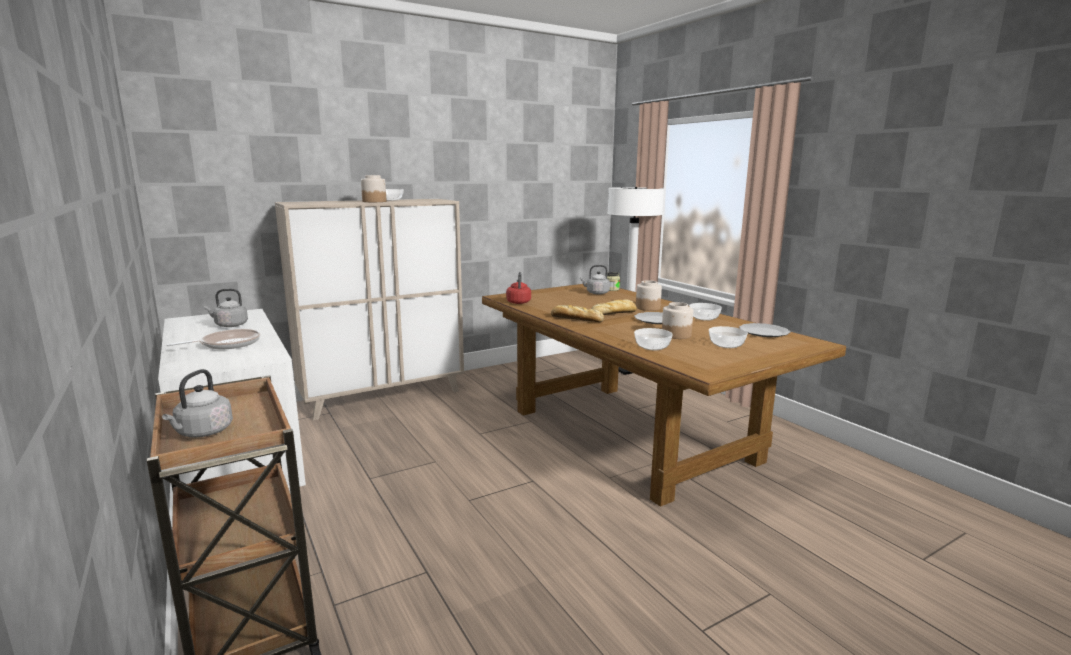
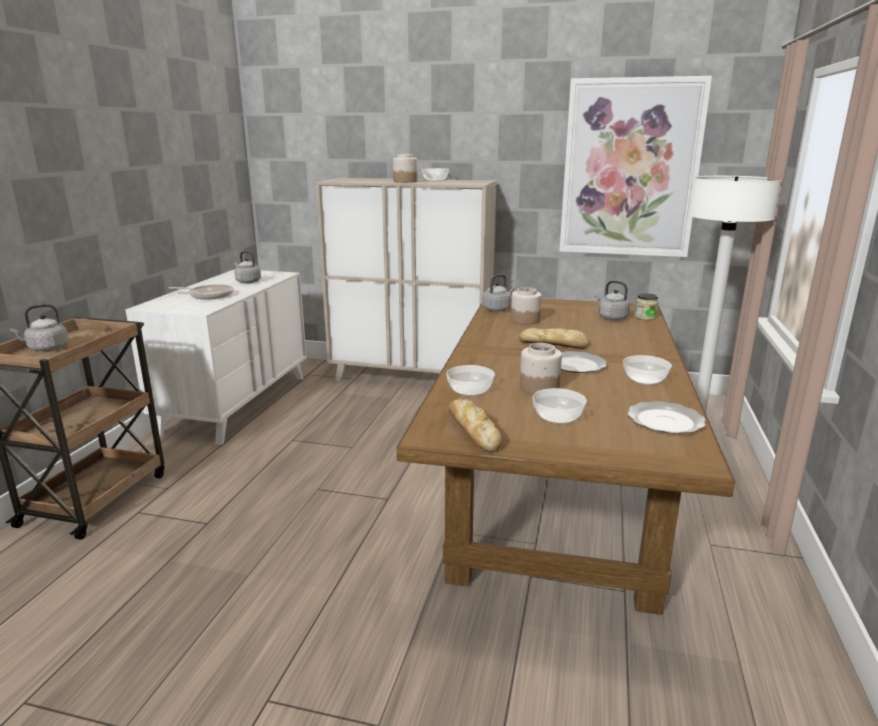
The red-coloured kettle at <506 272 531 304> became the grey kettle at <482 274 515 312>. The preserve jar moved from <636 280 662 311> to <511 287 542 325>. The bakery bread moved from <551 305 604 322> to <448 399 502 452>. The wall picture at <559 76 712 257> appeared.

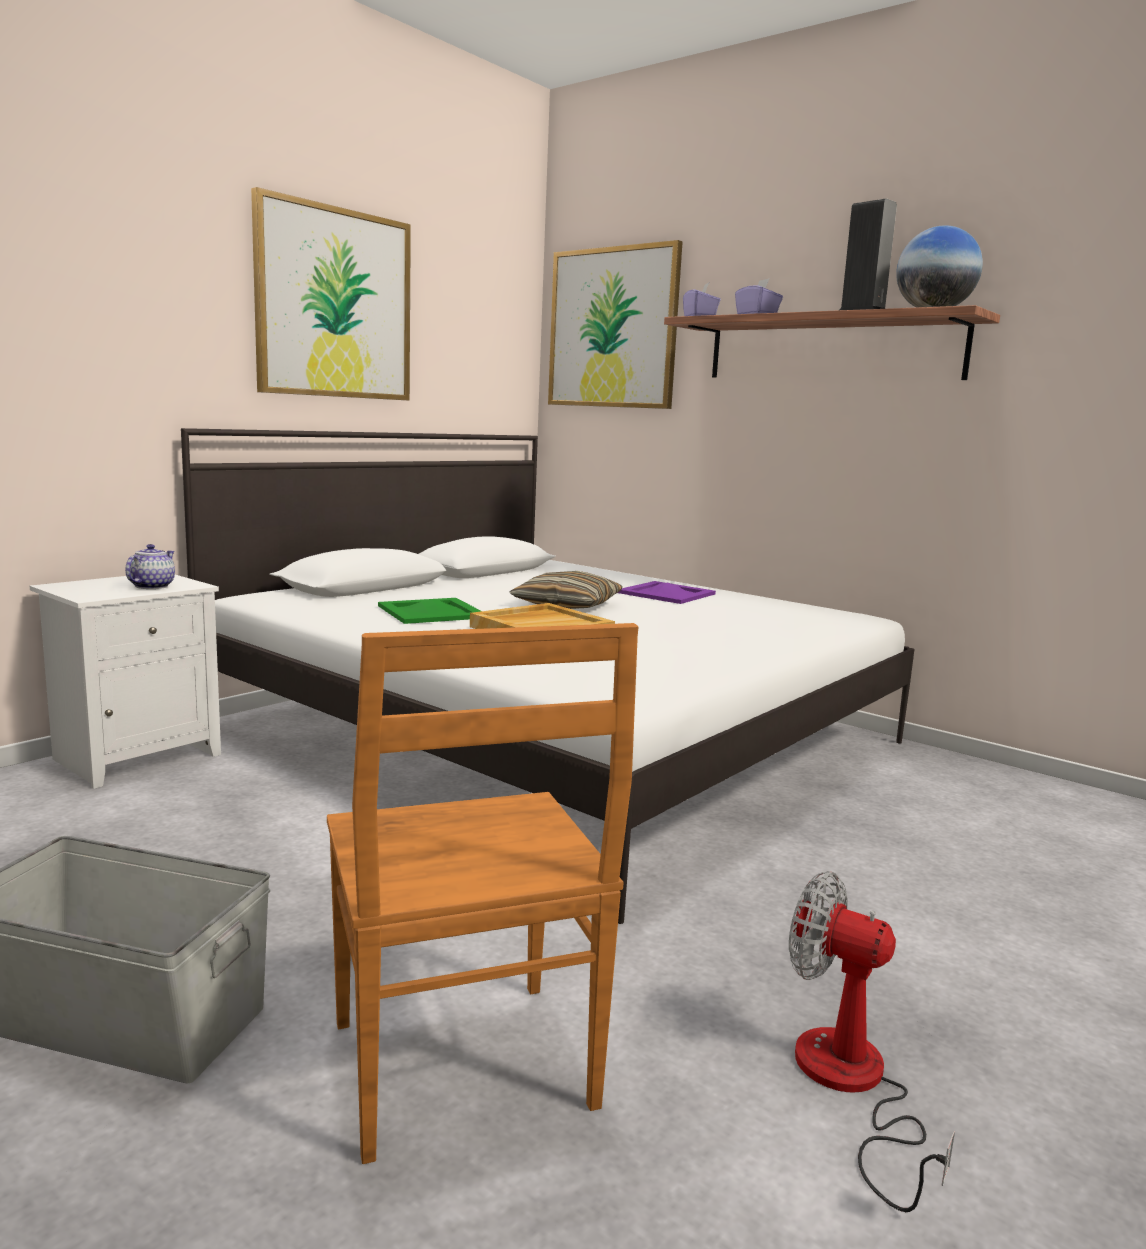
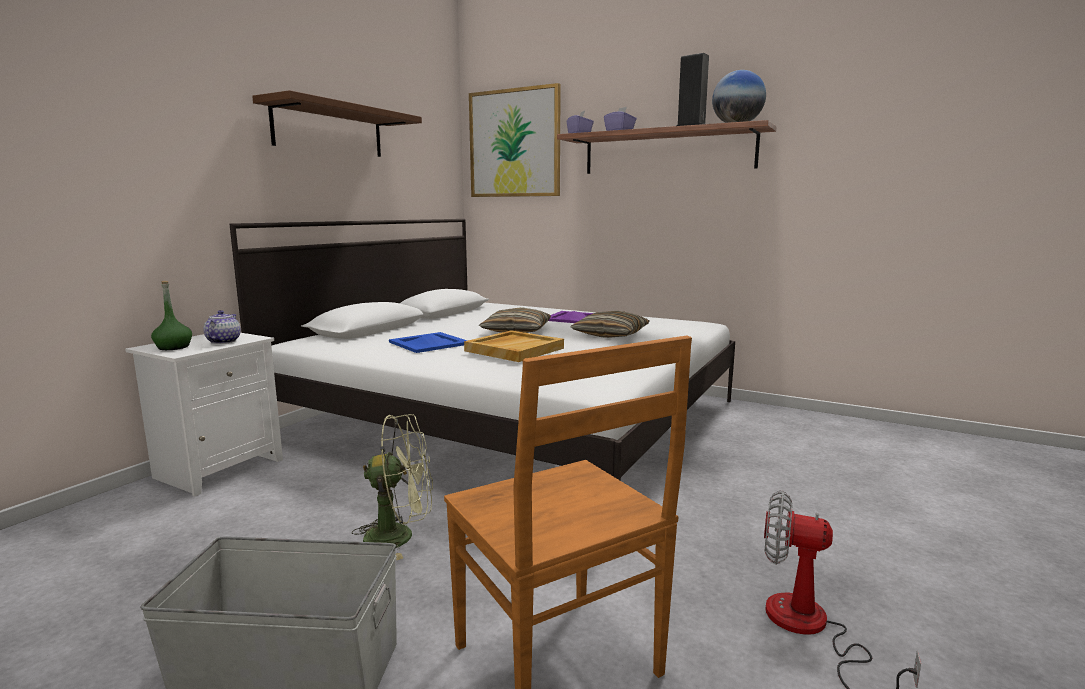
The wall picture at <251 187 411 400> was replaced by the brownish bracket shelf at <252 90 422 157>. The green-coloured tray at <378 598 481 624> became the blue-coloured tray at <389 332 467 353>. The green-coloured bottle at <151 281 192 350> appeared. The cushion at <570 311 649 338> appeared. The green-coloured fan at <352 414 433 560> appeared.

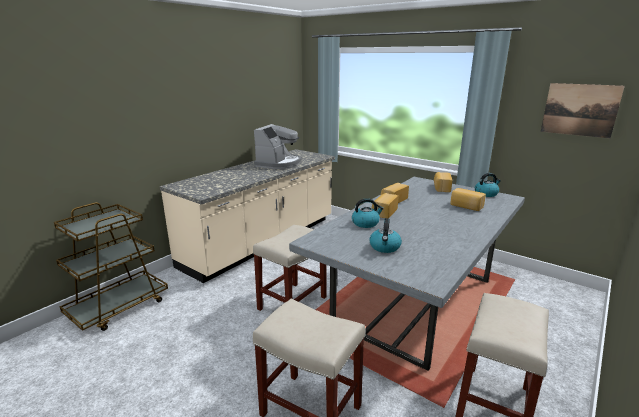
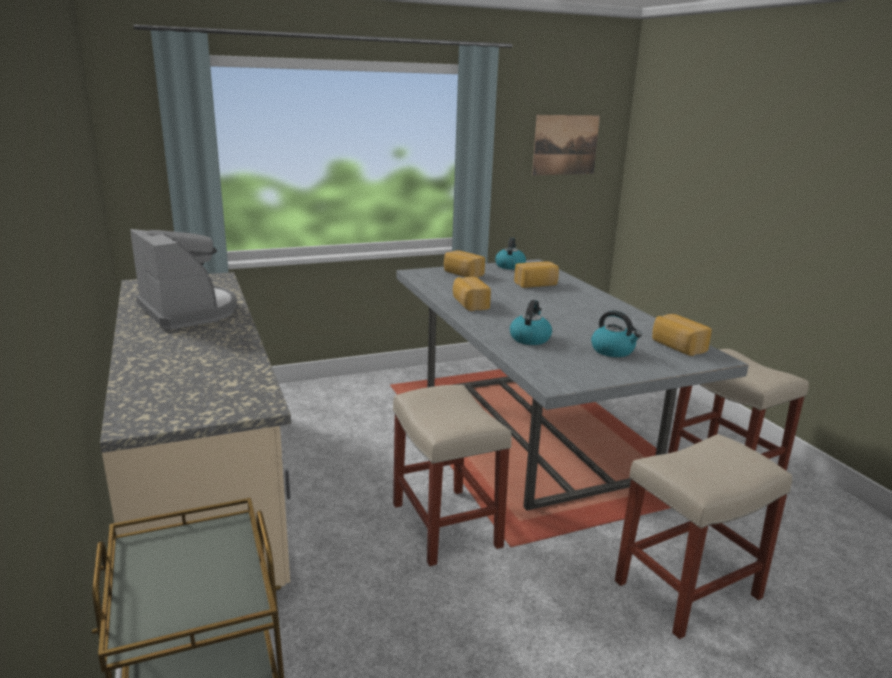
The bakery bread moved from <372 193 399 218> to <652 314 712 356>.

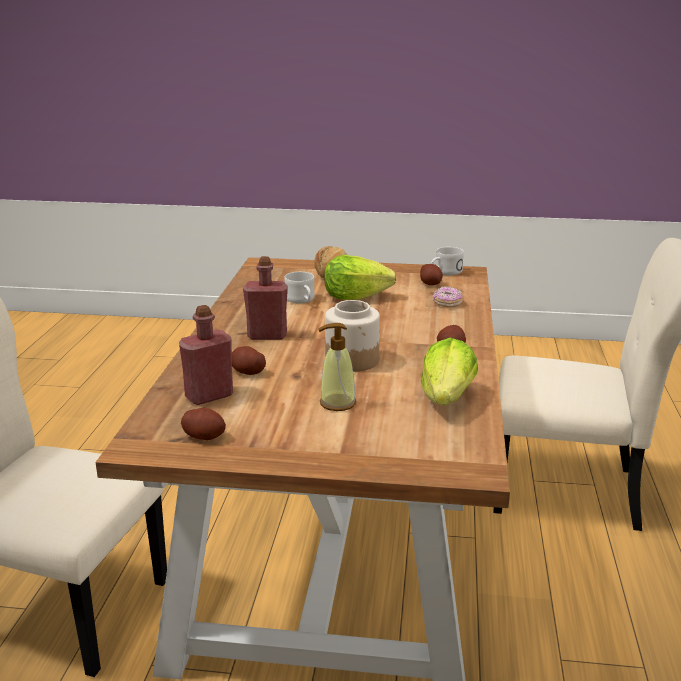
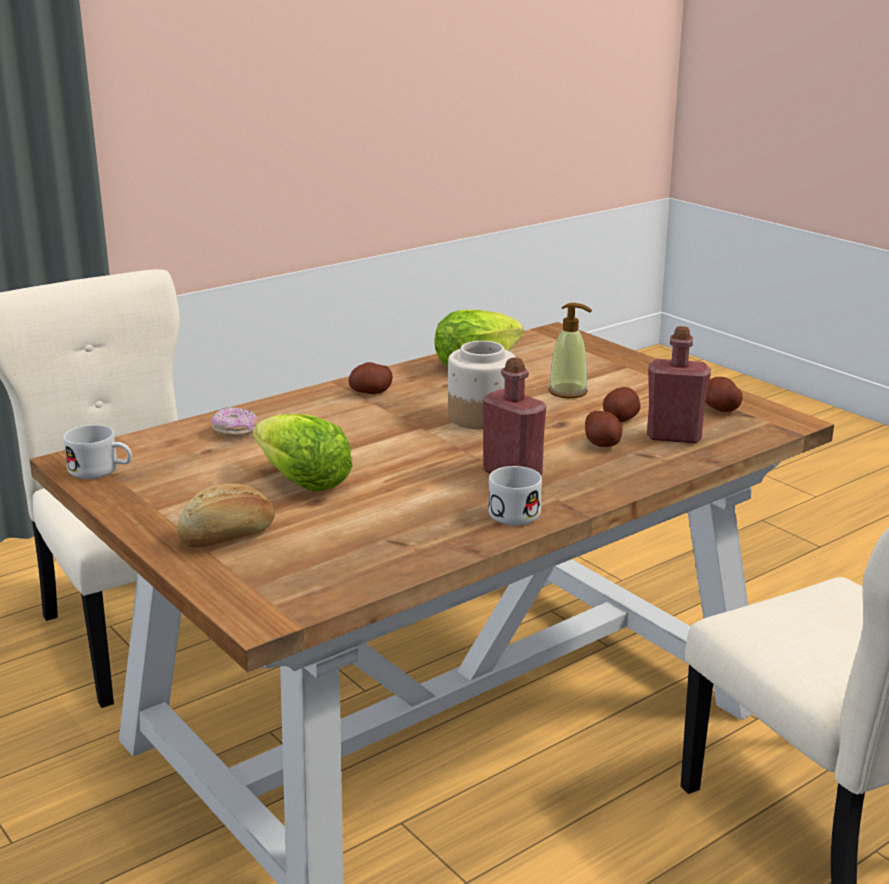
The potato moved from <420 264 443 285> to <603 387 640 422>. The white tea mug moved from <284 272 315 303> to <488 466 542 526>.

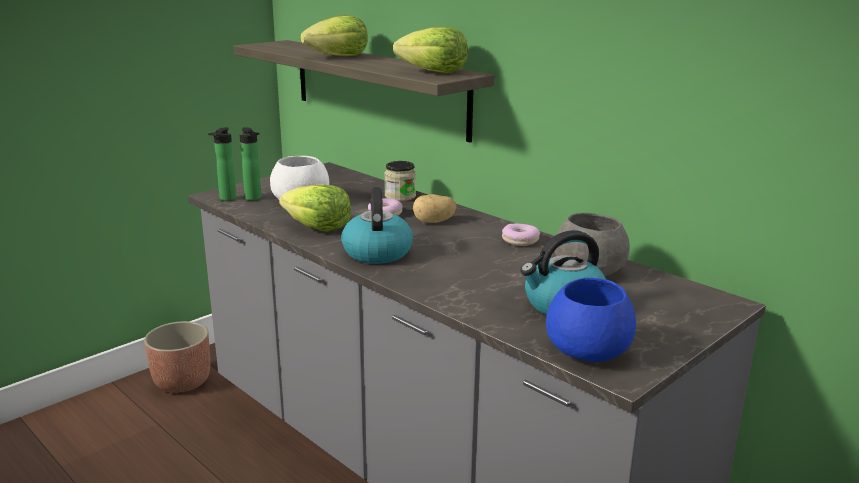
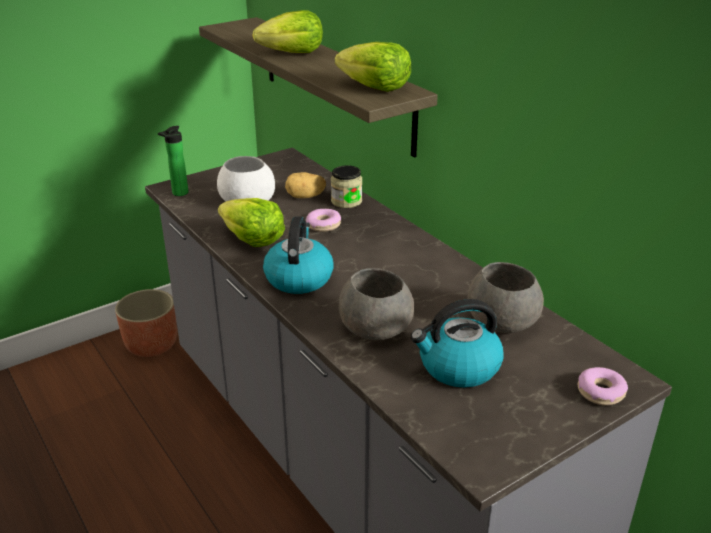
The bottle at <240 127 261 200> disappeared. The potato moved from <413 194 456 223> to <285 172 326 198>. The ring doughnut moved from <502 224 540 246> to <578 367 628 406>. The blue-coloured bowl at <546 278 636 362> disappeared. The grey bowl at <339 268 414 340> appeared.

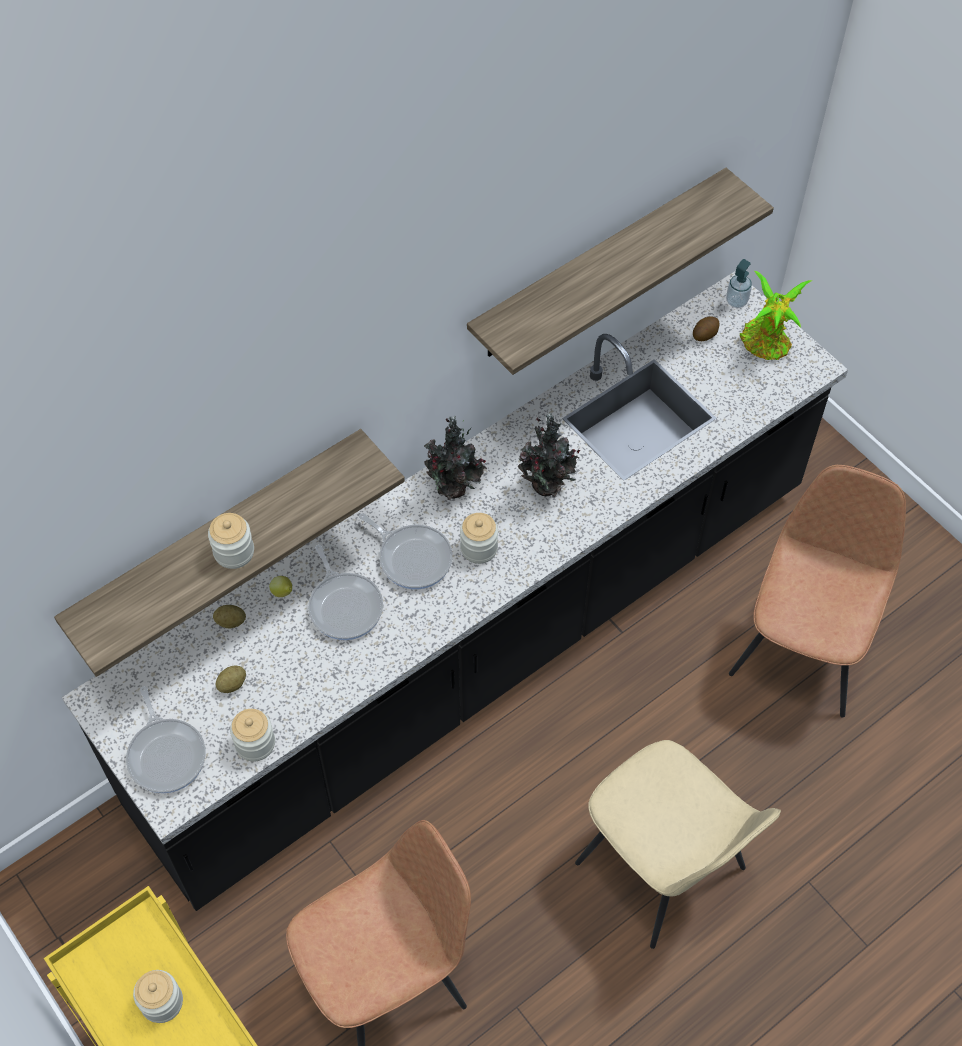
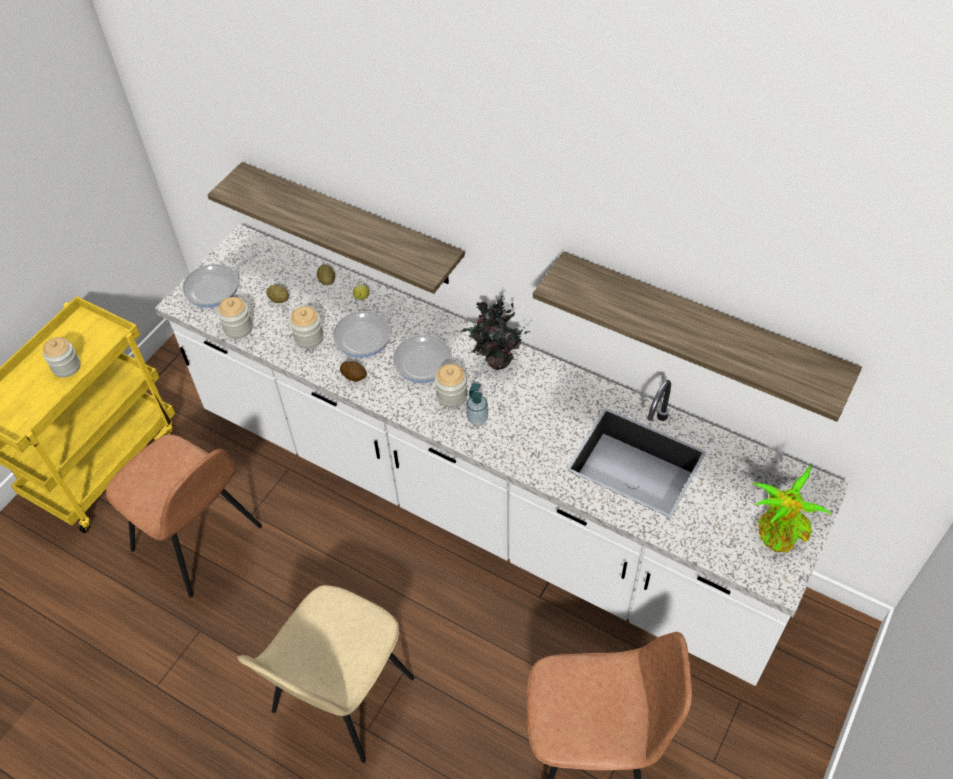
The soap dispenser moved from <726 259 752 308> to <466 383 488 426>. The black counter at <62 271 848 911> became the white counter at <155 224 851 686>. The potato moved from <693 317 719 341> to <340 361 367 382>. The houseplant at <517 413 580 497> disappeared. The preserve jar moved from <208 513 254 569> to <290 306 324 348>.

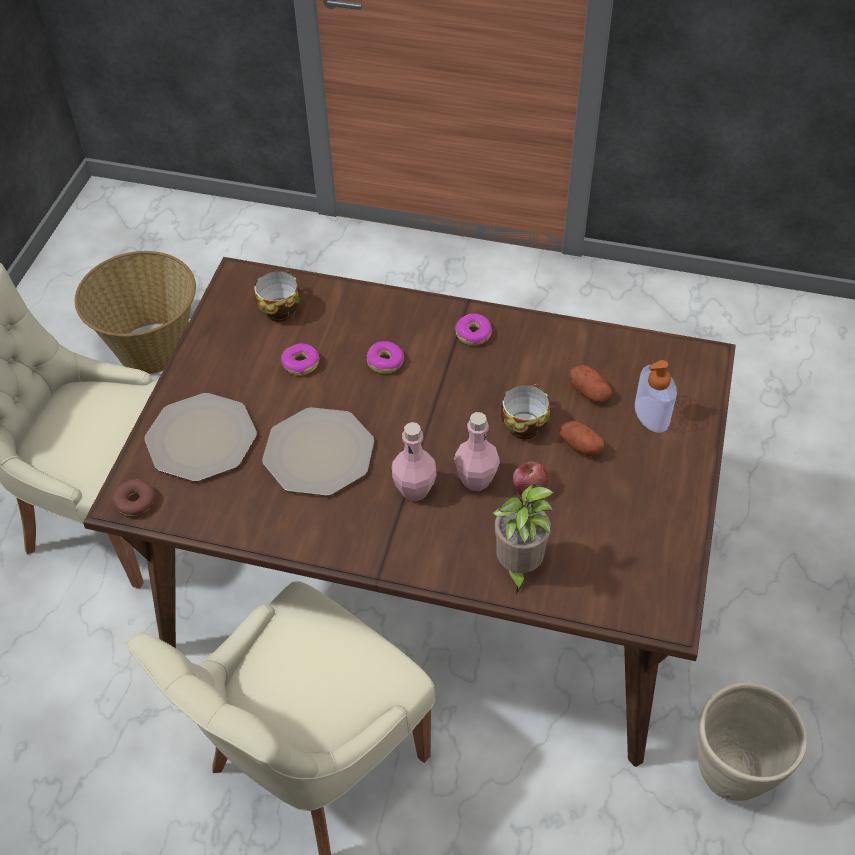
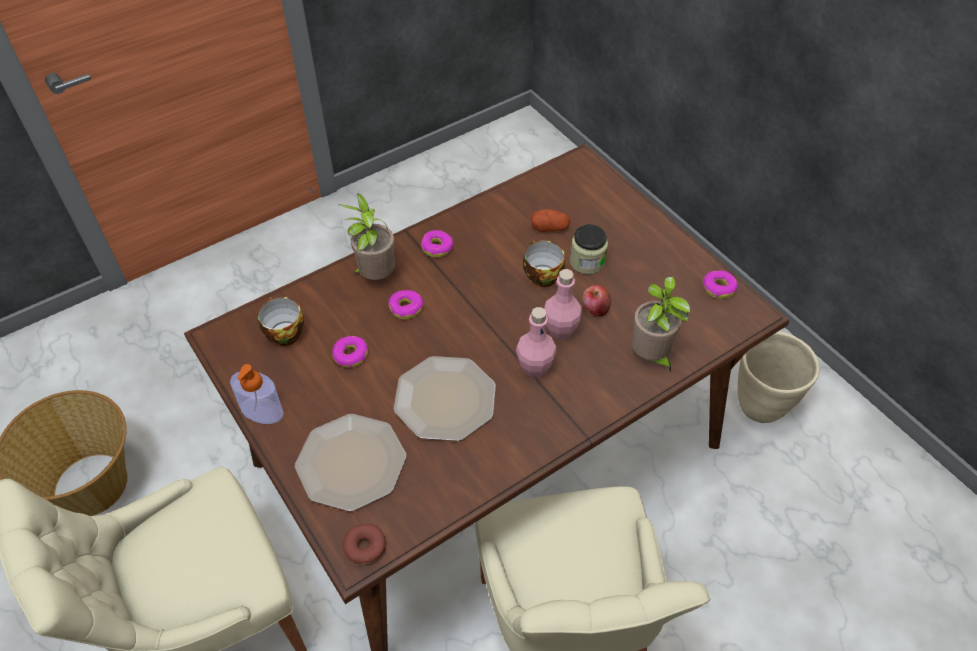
The soap dispenser moved from <635 360 677 433> to <230 364 284 424>. The potato at <559 421 604 457> was replaced by the preserve jar at <570 224 608 274>. The houseplant at <338 193 395 280> appeared. The ring doughnut at <703 270 738 299> appeared.

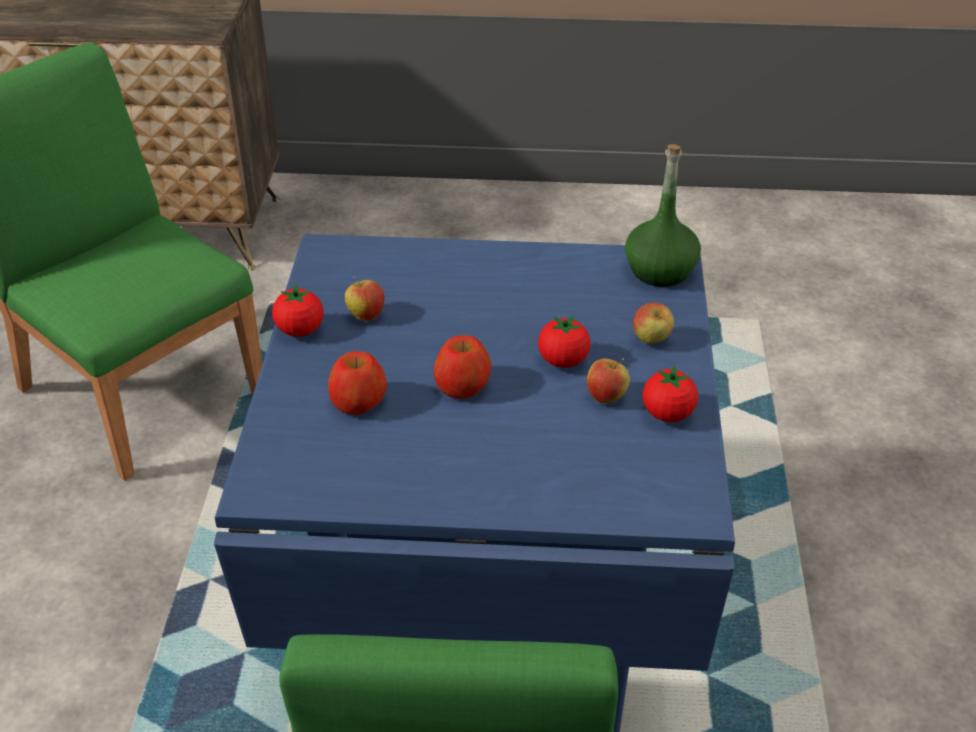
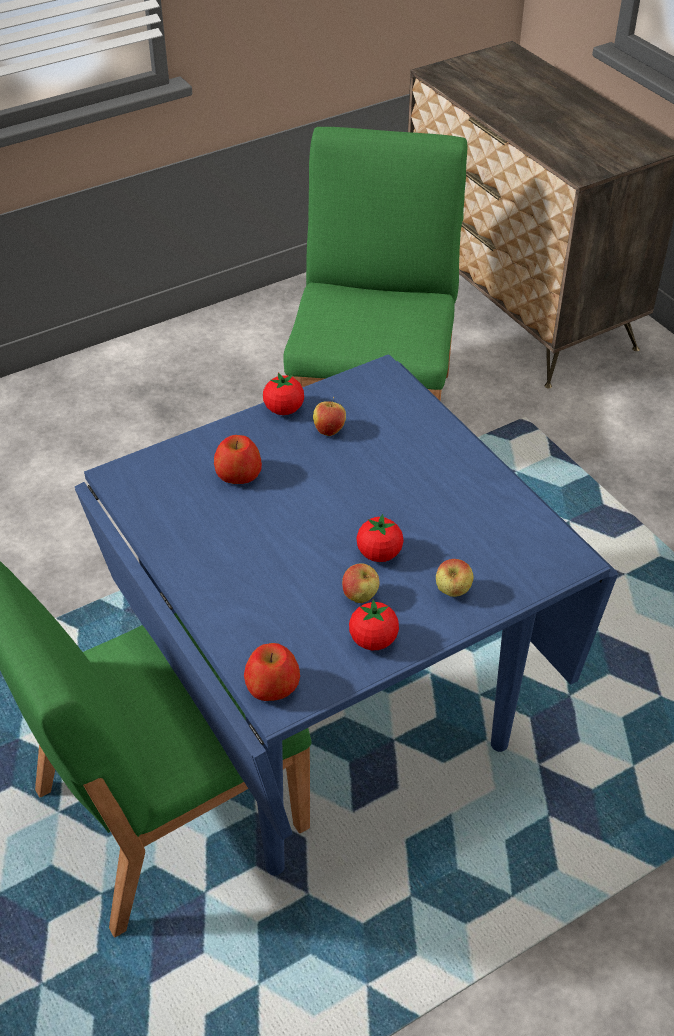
The green-coloured bottle at <625 144 701 287> disappeared. The whole apple moved from <434 335 492 399> to <244 643 300 701>.

